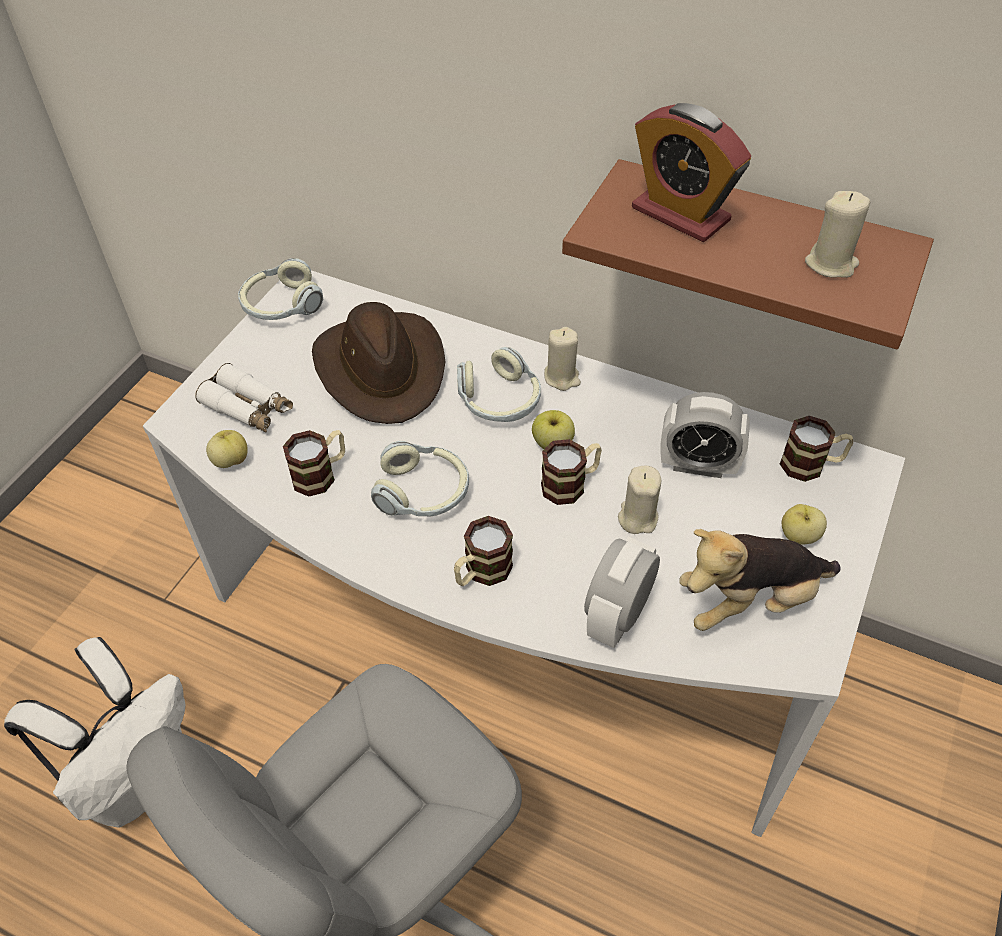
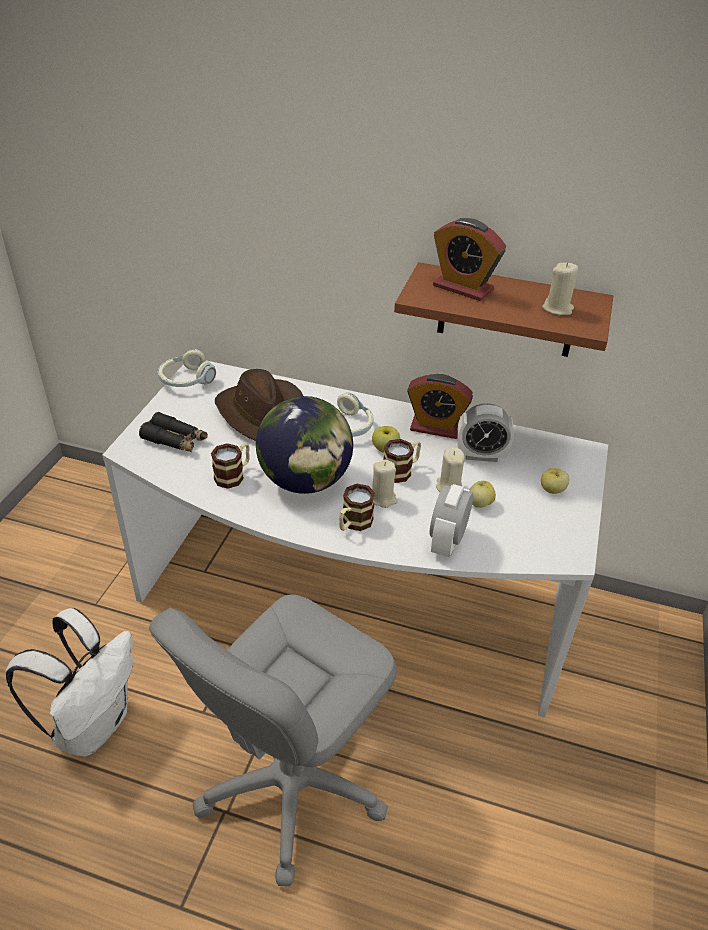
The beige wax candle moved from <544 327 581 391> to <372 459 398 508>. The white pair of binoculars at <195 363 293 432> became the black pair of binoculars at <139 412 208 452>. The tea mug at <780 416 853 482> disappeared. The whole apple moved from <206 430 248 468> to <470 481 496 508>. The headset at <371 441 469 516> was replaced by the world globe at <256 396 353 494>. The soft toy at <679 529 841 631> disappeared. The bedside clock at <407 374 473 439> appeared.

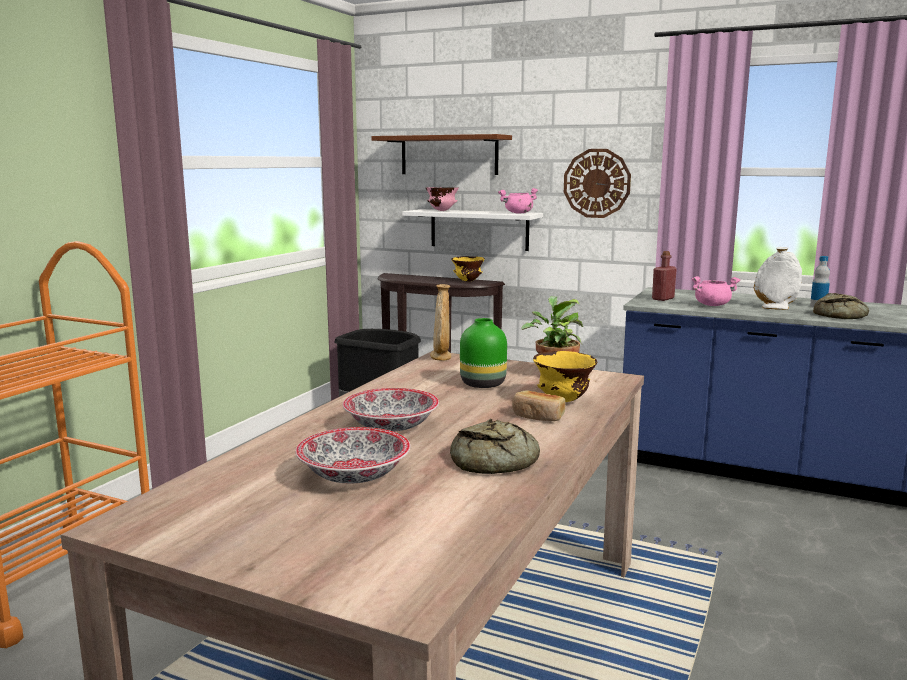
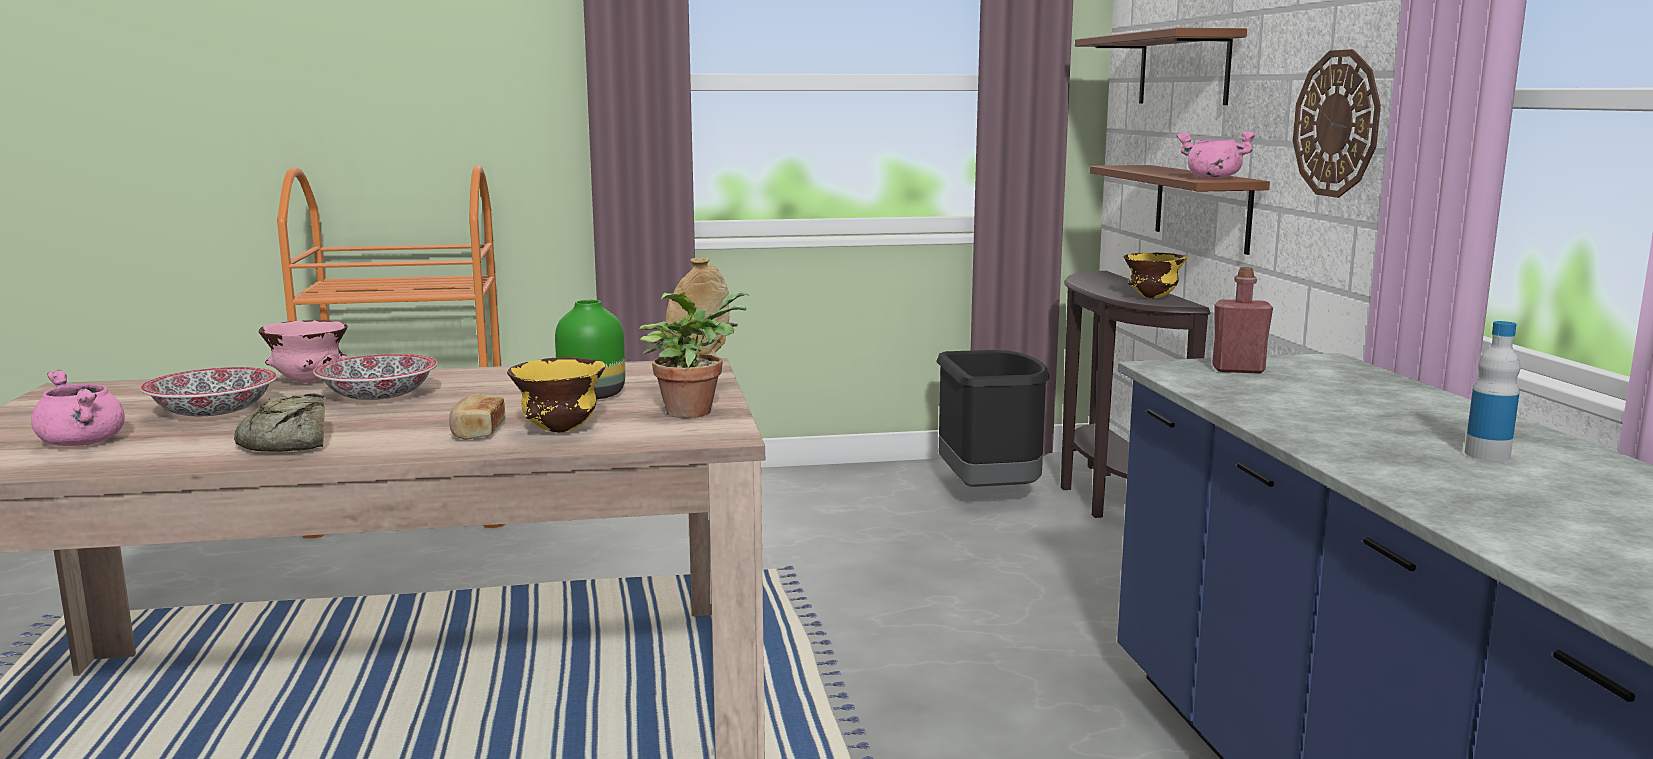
The pink-coloured bowl moved from <425 187 459 211> to <259 320 348 383>. The white bracket shelf at <402 209 543 251> became the brownish bracket shelf at <1090 165 1270 255>. The white vase at <754 247 802 310> disappeared. The pink-coloured saucepot moved from <692 276 740 306> to <31 370 125 446>. The bakery bread at <813 293 869 319> disappeared.

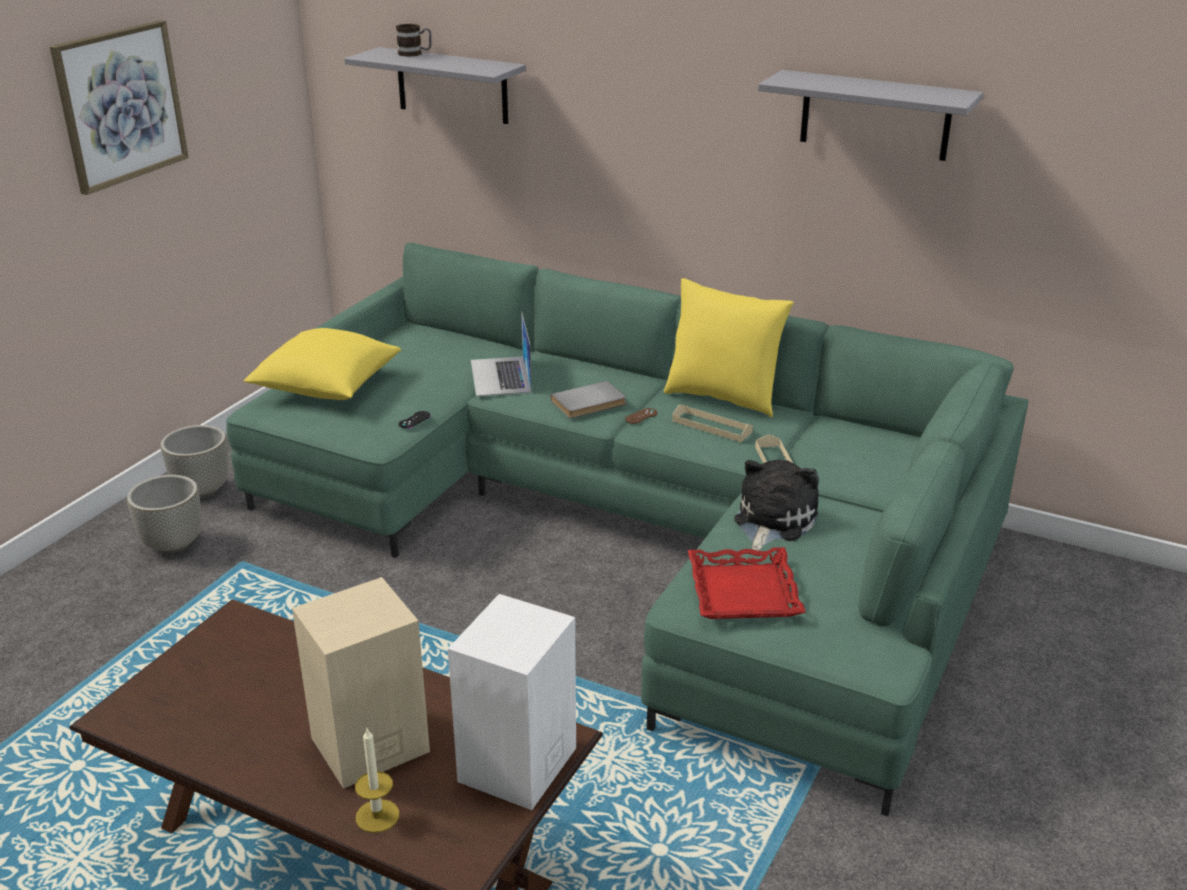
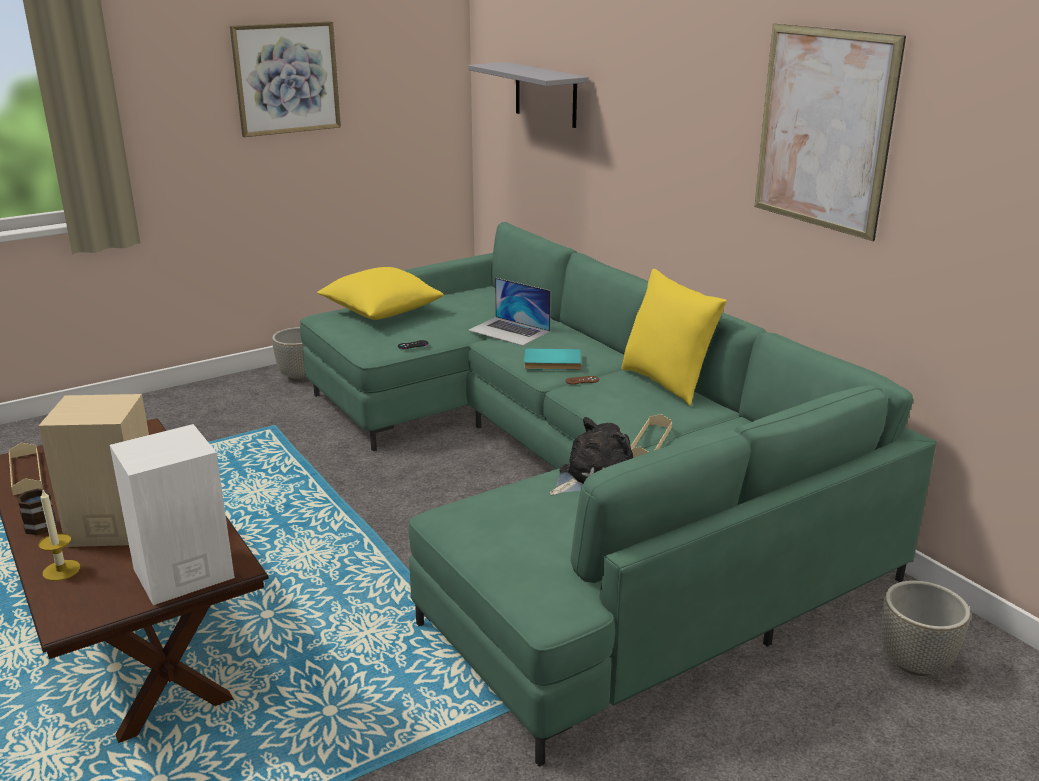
The tea mug moved from <396 24 431 57> to <17 488 57 535>. The grey bracket shelf at <758 70 983 161> was replaced by the wall picture at <755 24 906 241>. The portable computer at <471 311 532 396> turned 75 degrees counterclockwise. The grey bound book at <551 381 626 418> became the blue-green bound book at <524 348 581 370>. The beige tray moved from <672 405 753 442> to <8 443 43 495>. The grey plant pot moved from <127 475 201 554> to <881 580 970 676>. The red-coloured tray at <688 547 806 619> disappeared.

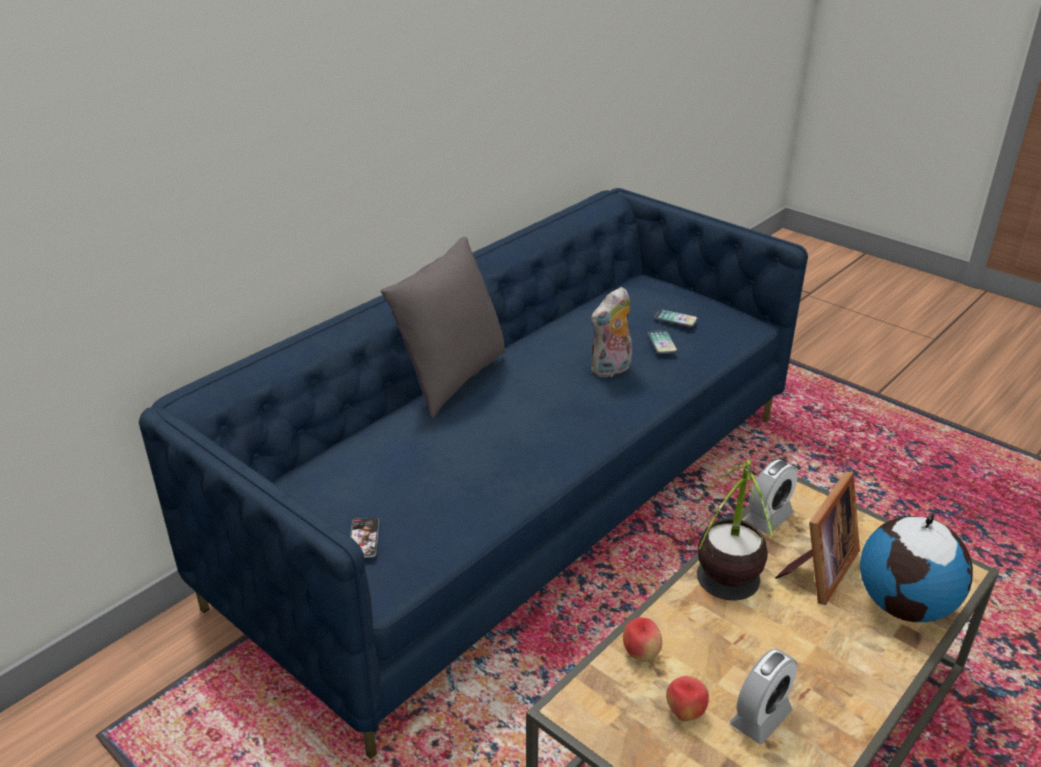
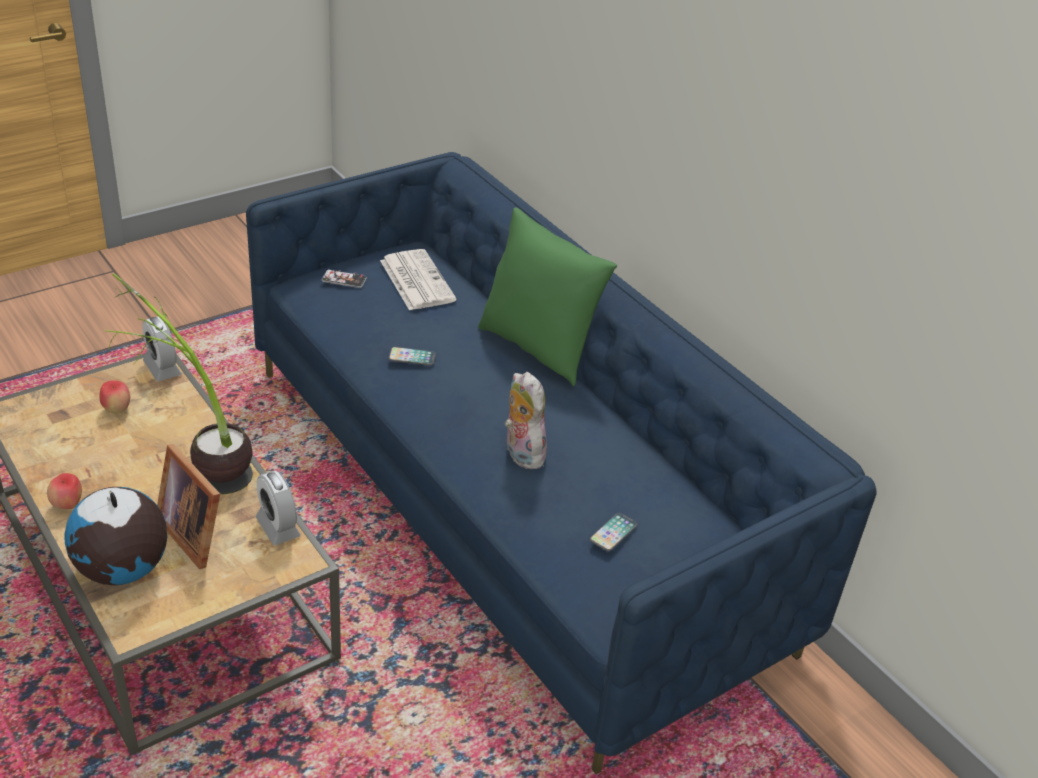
The grey cushion at <381 237 506 418> became the green-coloured cushion at <478 207 617 386>. The handset moved from <648 330 678 354> to <388 347 436 366>. The whole apple moved from <623 617 662 662> to <47 473 82 509>. The bedside clock moved from <730 649 797 744> to <142 316 182 381>. The printed paper at <380 249 457 311> appeared.

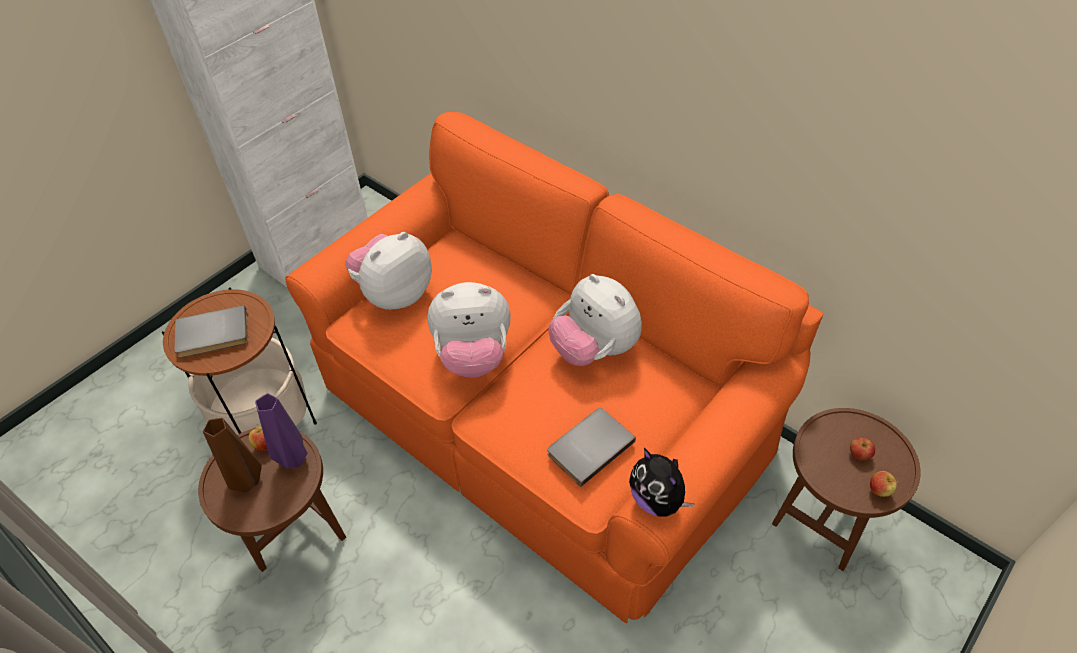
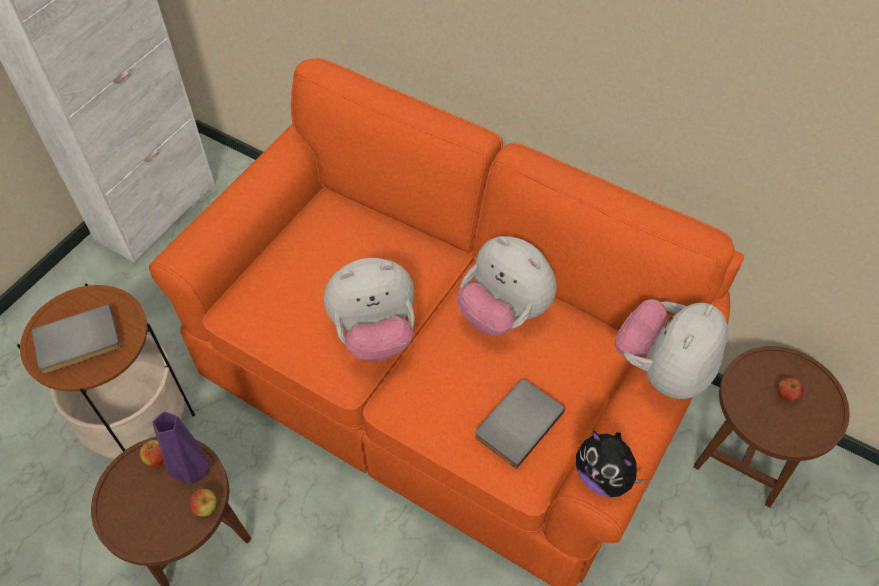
The soft toy moved from <345 232 432 310> to <615 299 728 399>. The brownish vase at <203 418 262 492> disappeared. The whole apple moved from <870 471 898 497> to <189 489 217 517>.

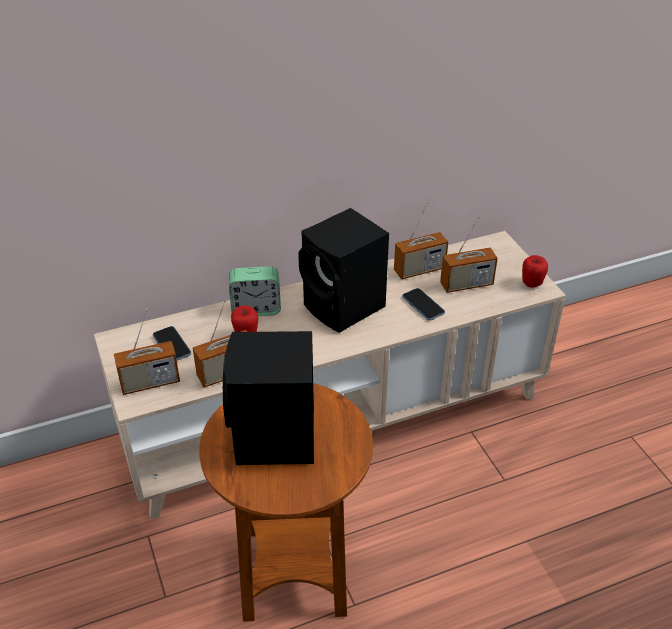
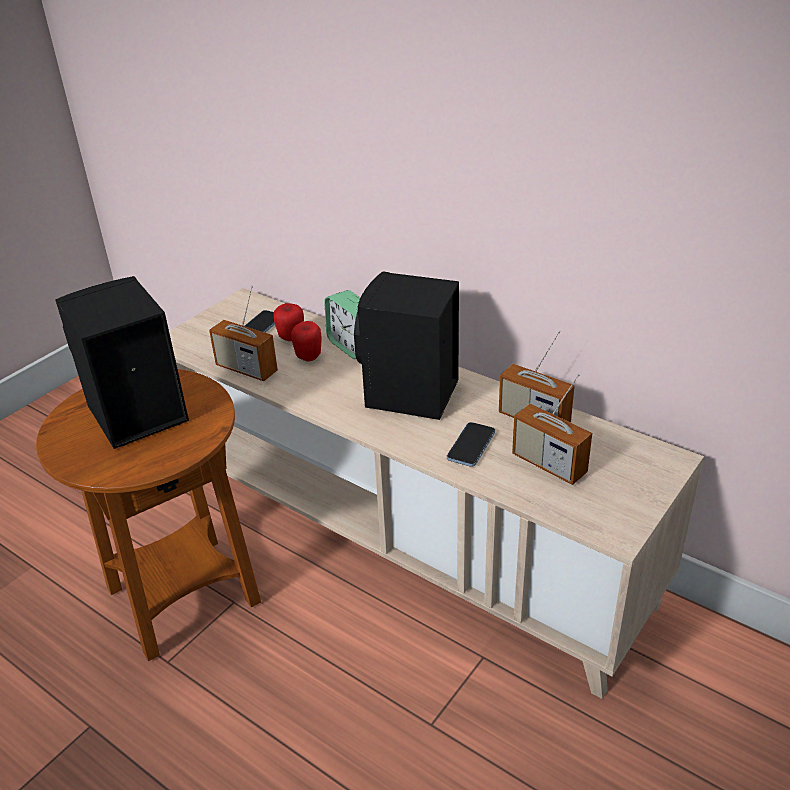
The whole apple moved from <522 255 548 288> to <274 303 304 341>. The radio at <114 309 180 395> disappeared.

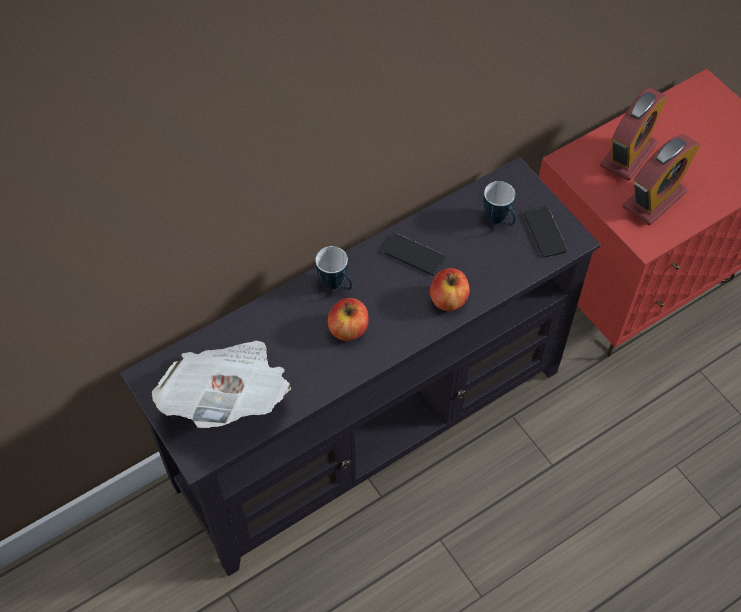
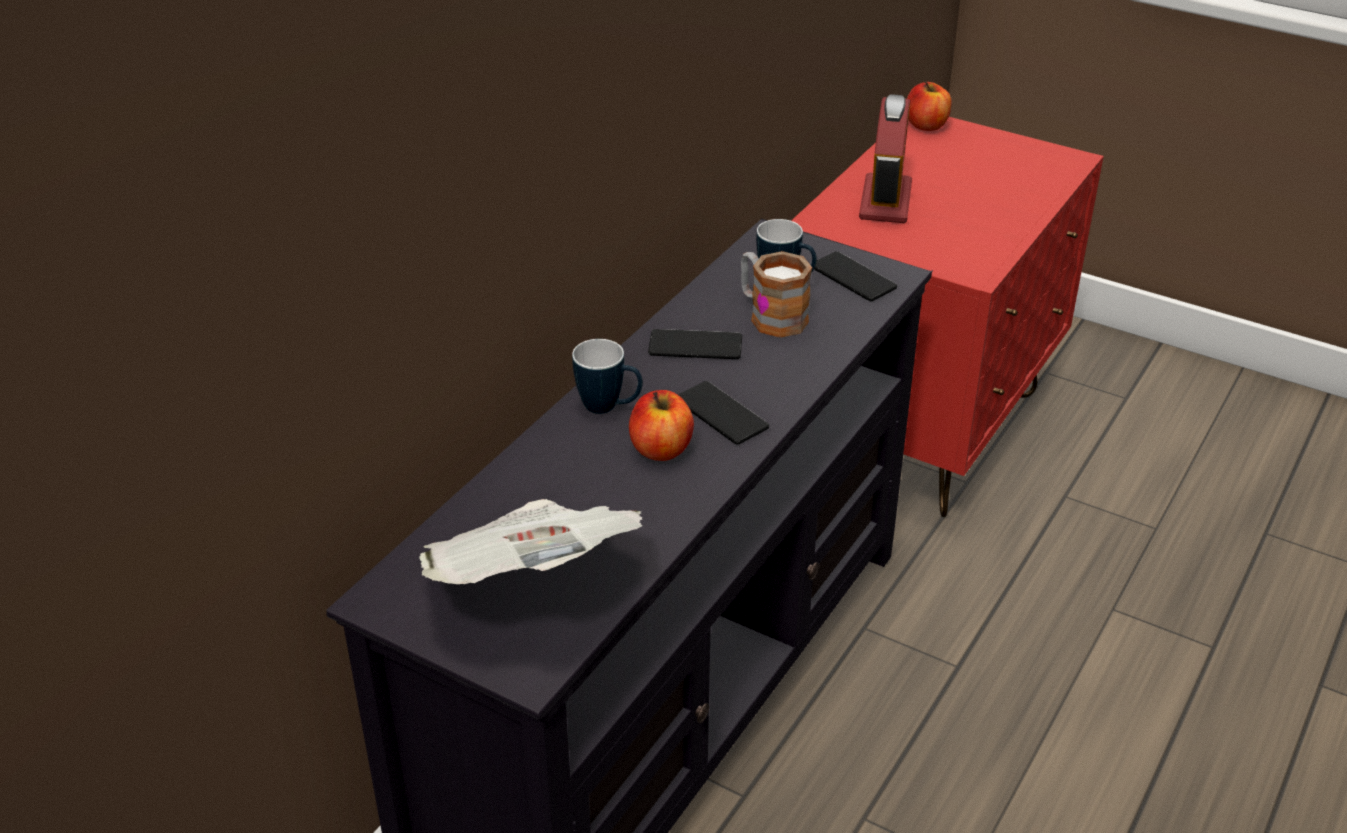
The bedside clock at <623 134 700 225> disappeared. The whole apple moved from <430 268 470 311> to <907 81 952 131>. The tea mug at <741 251 812 338> appeared. The handset at <678 381 769 444> appeared.

